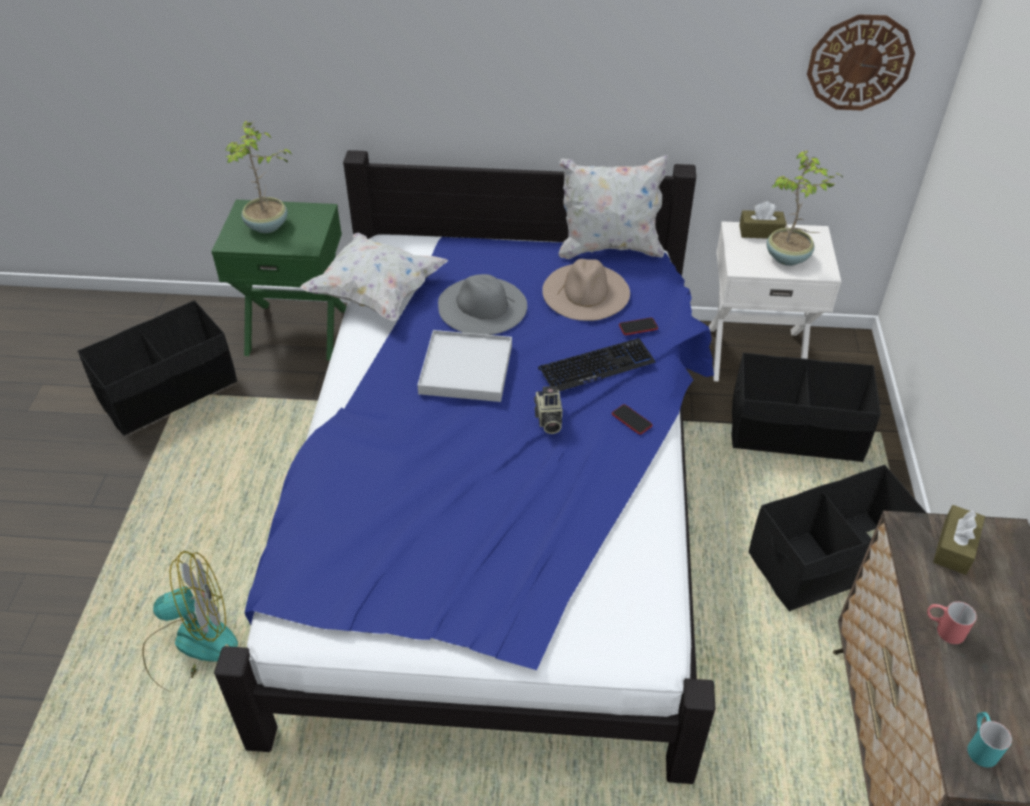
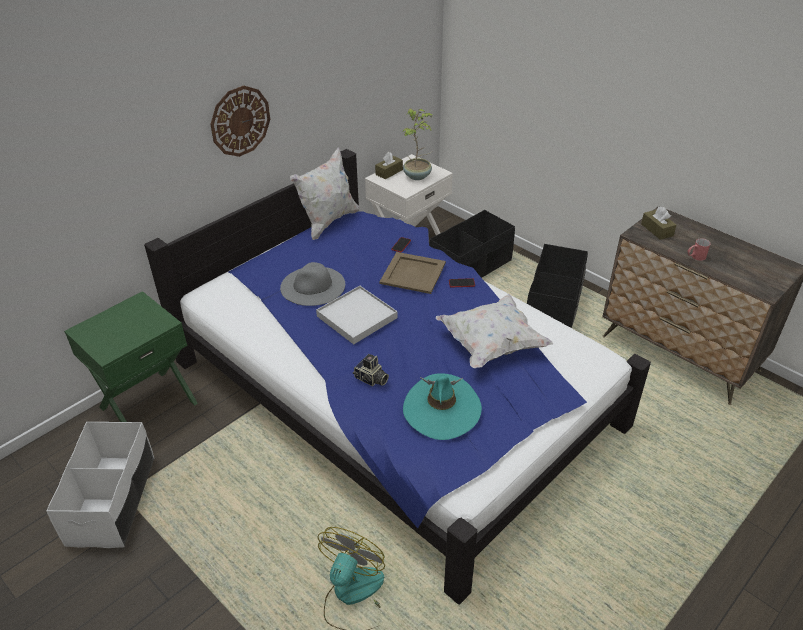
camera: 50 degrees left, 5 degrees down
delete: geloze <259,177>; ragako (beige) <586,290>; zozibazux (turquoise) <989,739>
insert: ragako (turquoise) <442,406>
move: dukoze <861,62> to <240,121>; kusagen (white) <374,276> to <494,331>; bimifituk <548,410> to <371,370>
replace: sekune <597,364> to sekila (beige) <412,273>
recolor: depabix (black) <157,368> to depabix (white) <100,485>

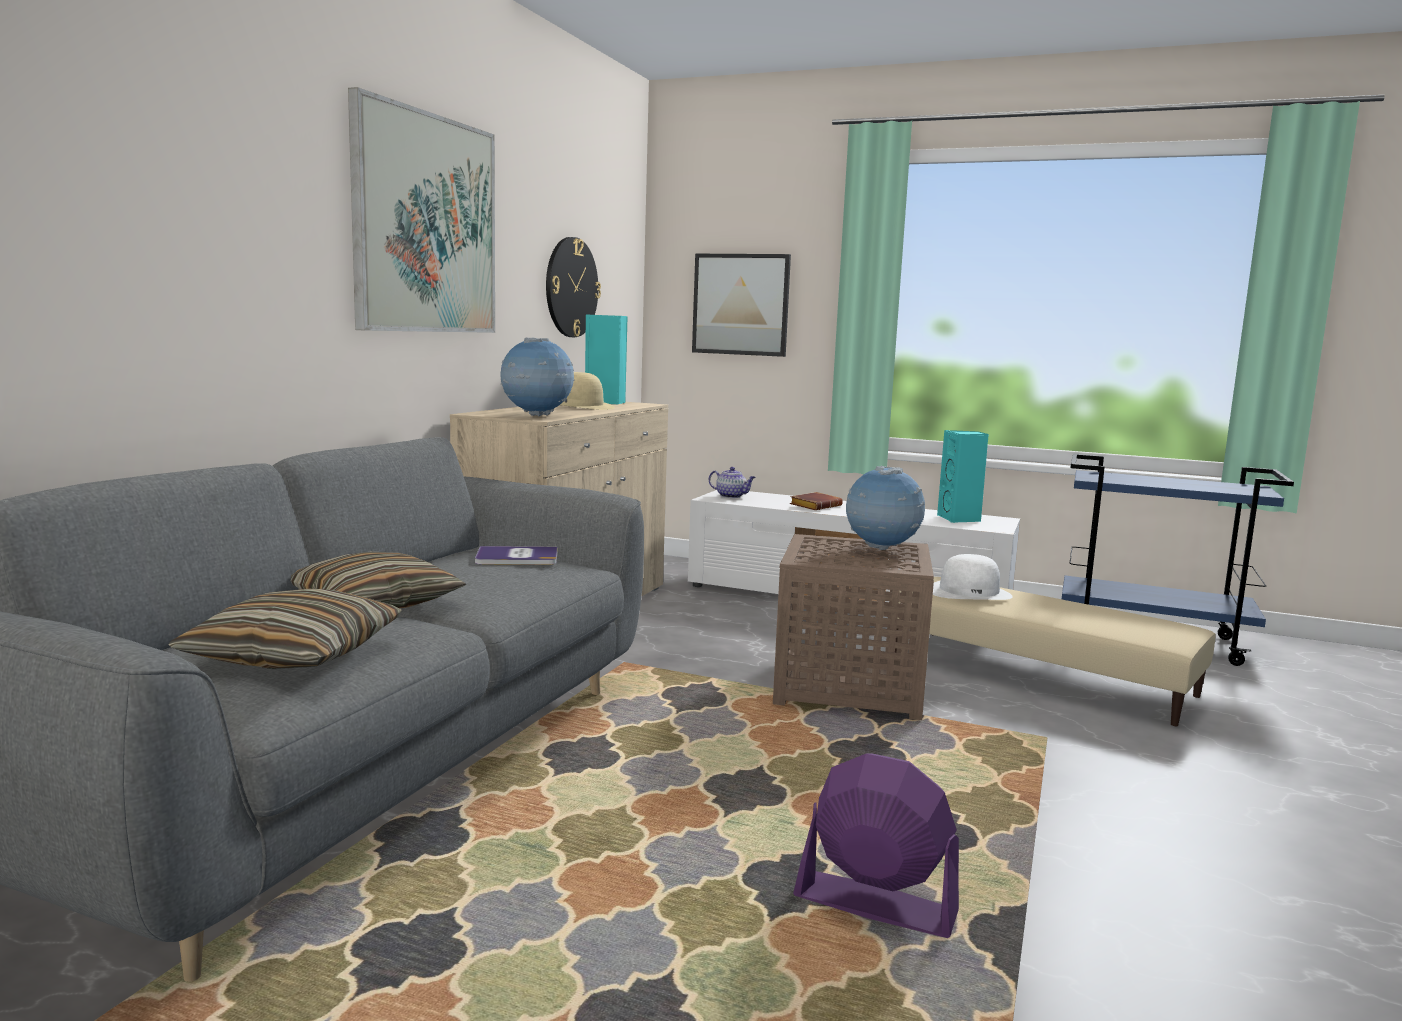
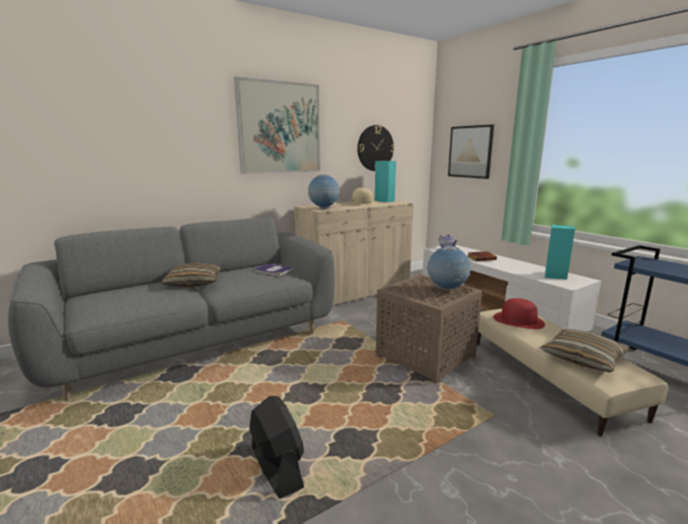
camera: 35 degrees right, 5 degrees up
move: kusagen <285,629> to <584,351>
recolor: ragako (white) <972,577> to ragako (red) <519,313>; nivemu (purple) <876,845> to nivemu (black) <276,447>

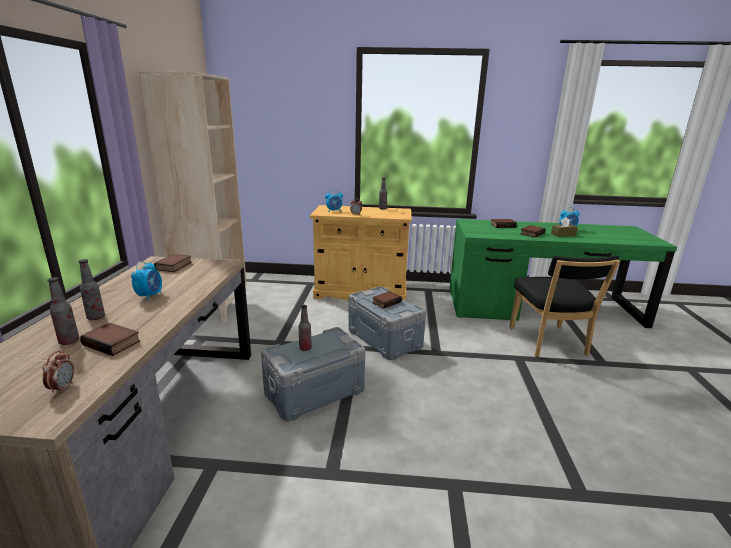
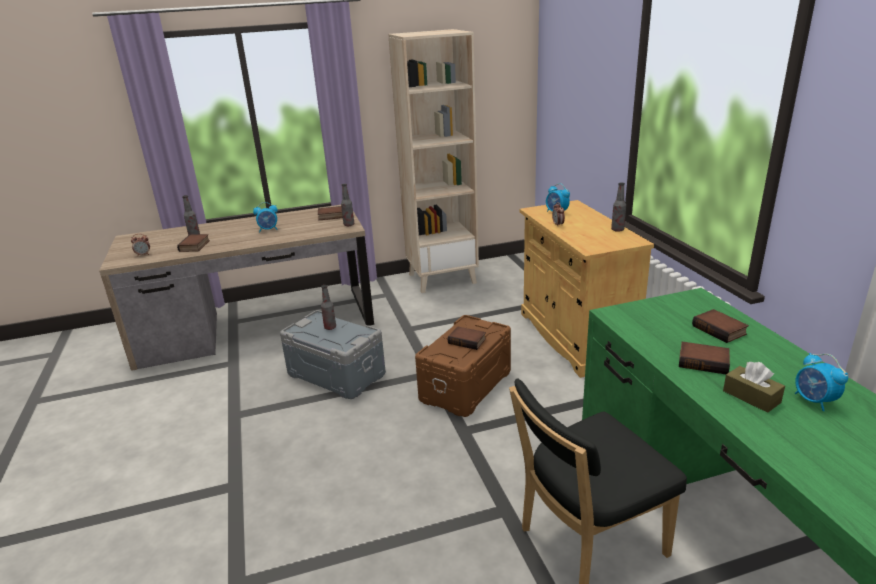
camera: 70 degrees right, 5 degrees up
move: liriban <91,289> to <347,205>
recolor: depabix (grey) <387,323> to depabix (brown) <463,366>

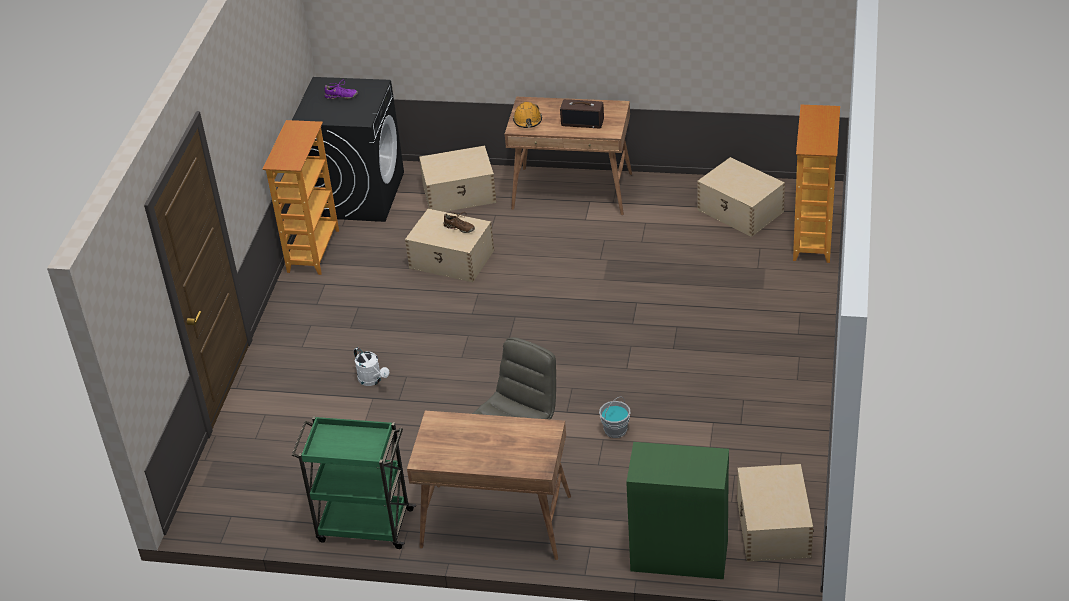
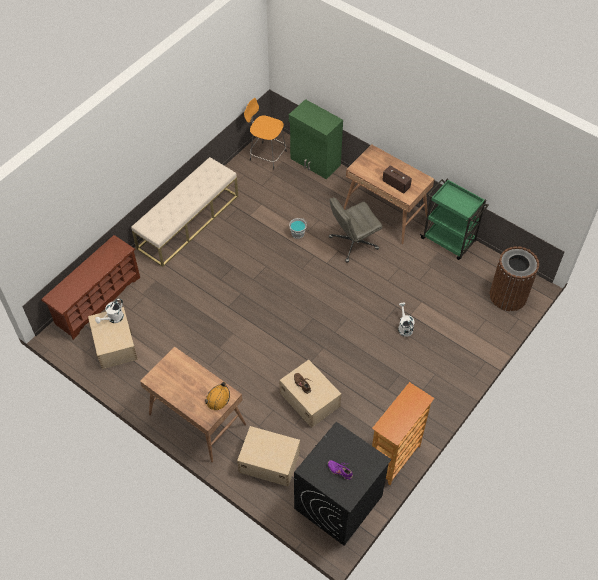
camera: 155 degrees left, 15 degrees up
insert: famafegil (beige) <184,212>; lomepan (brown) <514,278>; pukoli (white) <109,310>
move: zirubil <582,113> to <397,179>
replace: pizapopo <816,184> to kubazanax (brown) <90,287>; depabix (beige) <775,513> to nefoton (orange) <265,134>

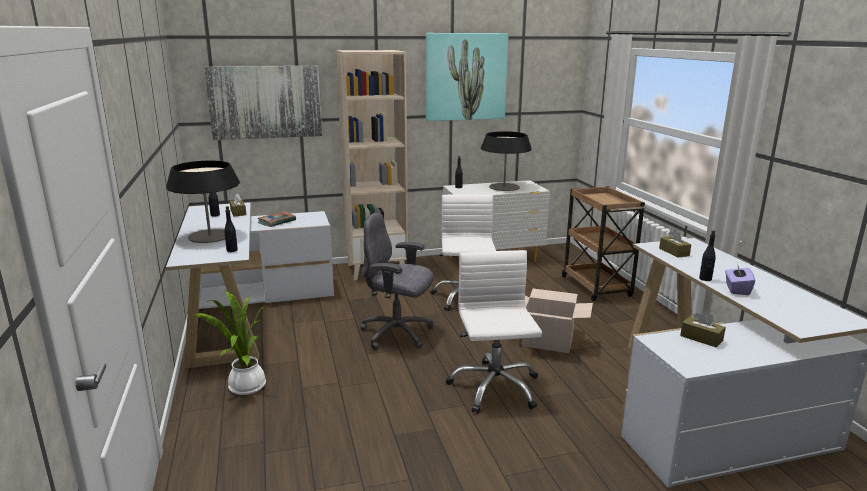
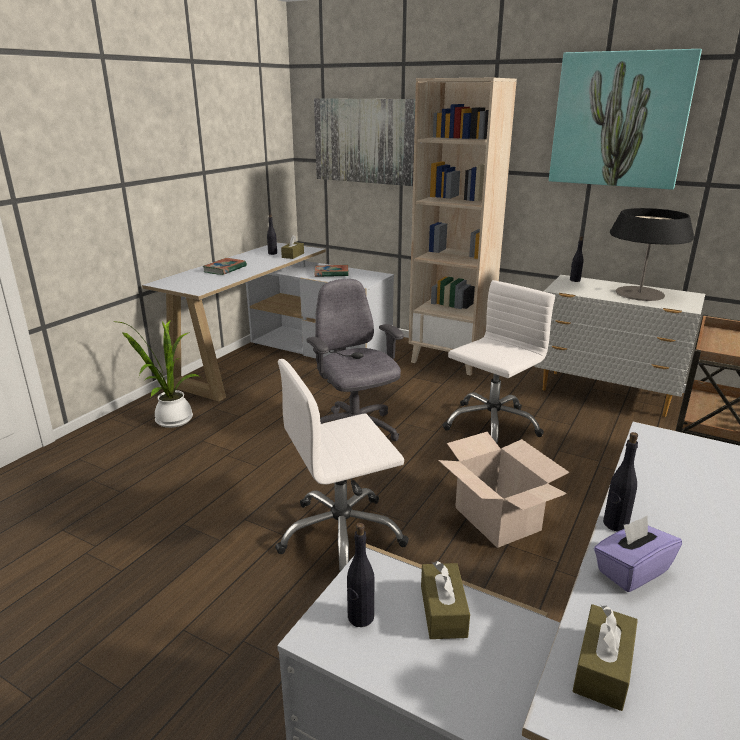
camera: 45 degrees right, 5 degrees up
move: liriban (black) <231,229> to <360,575>; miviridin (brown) <675,243> to <605,657>
replace: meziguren <203,201> to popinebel <224,266>
rotate: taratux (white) <494,331> = <342,465> 150 degrees counterclockwise

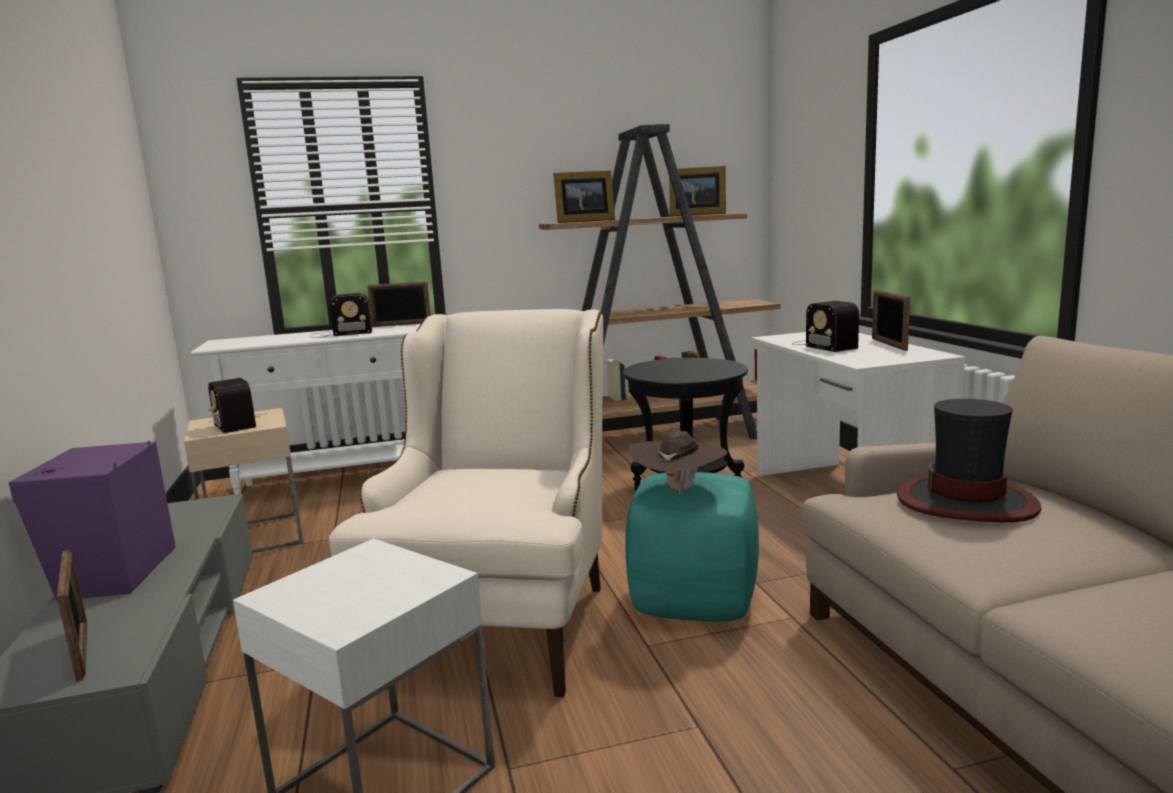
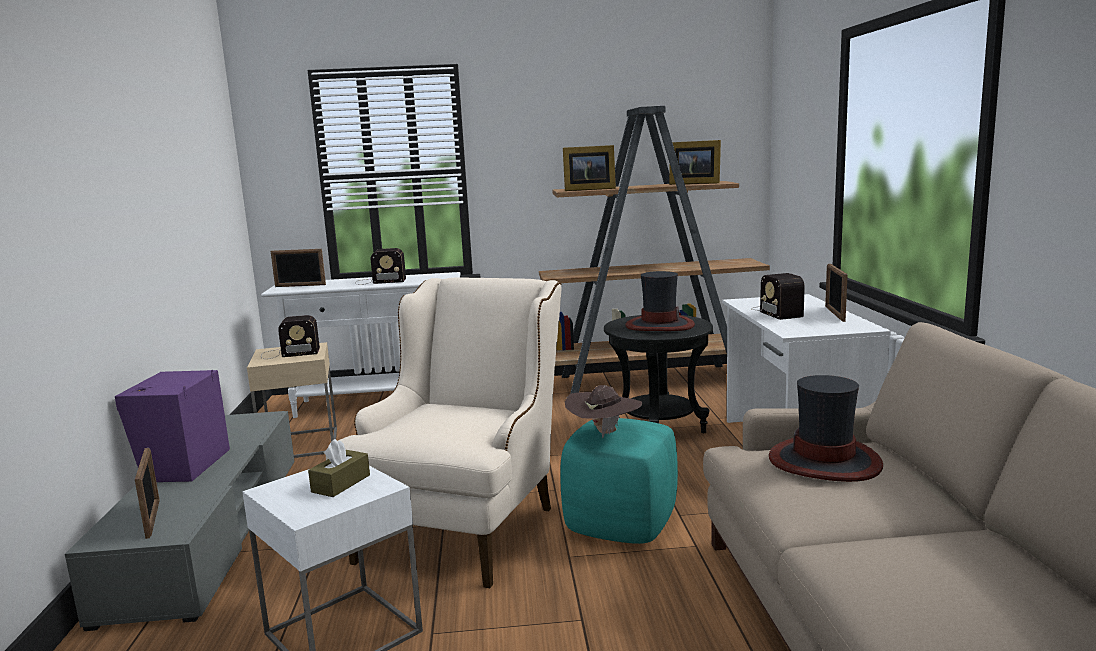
camera: 10 degrees right, 0 degrees up
insert: ragako <660,301>; miviridin (brown) <339,468>
move: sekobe <399,304> to <298,268>
rotate: zirubil <238,405> = <290,337> 75 degrees counterclockwise

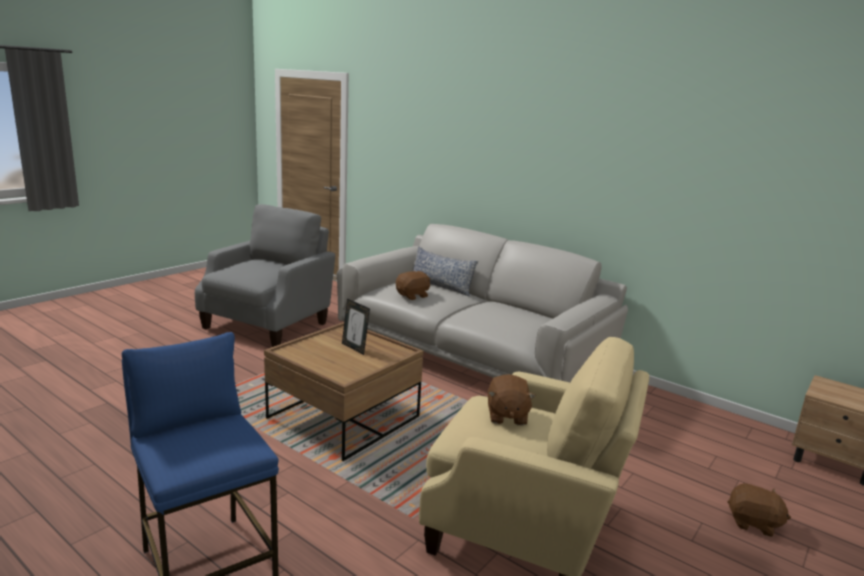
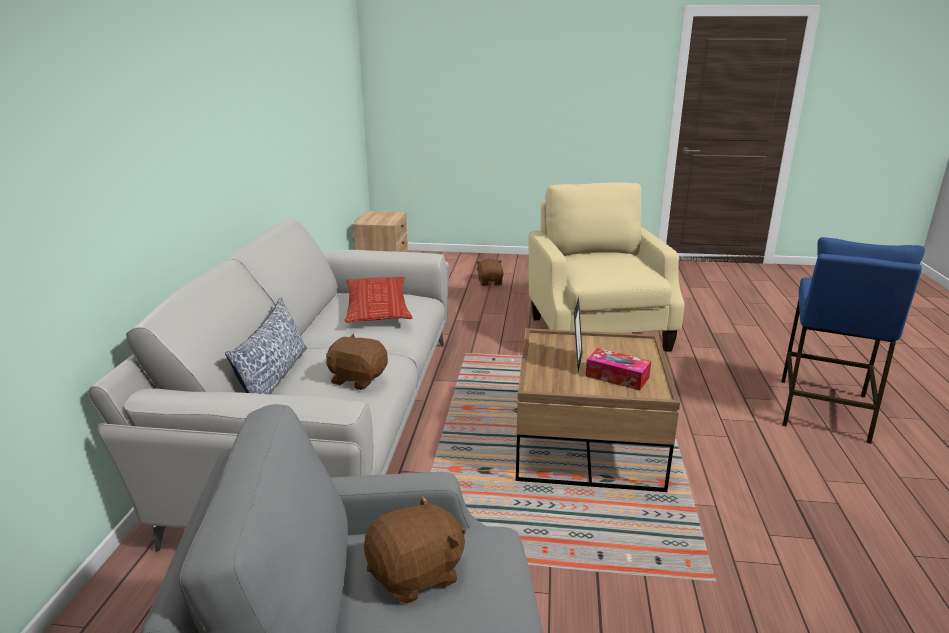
camera: 120 degrees left, 5 degrees up
insert: kusagen <378,300>; miviridin <618,369>
move: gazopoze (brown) <512,399> to <415,549>

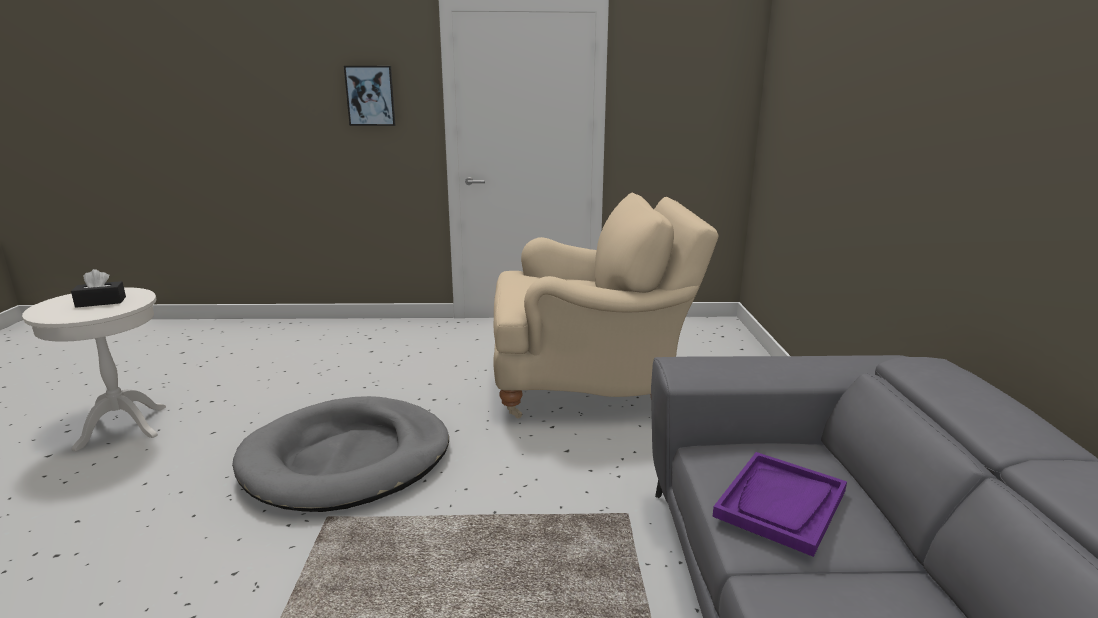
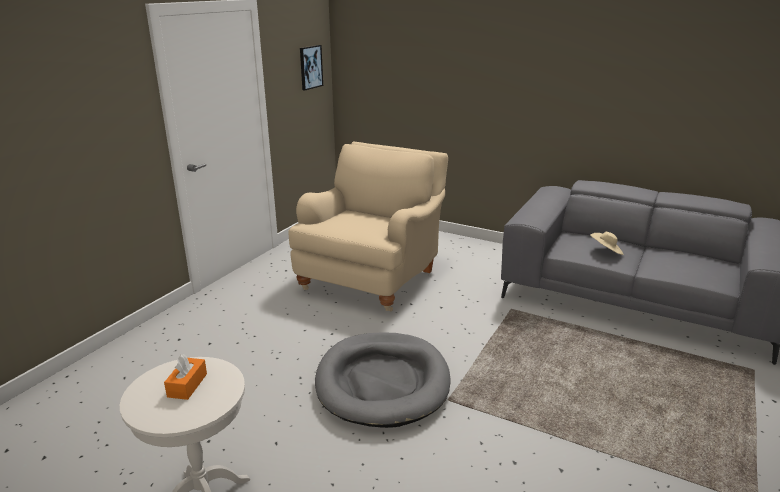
camera: 60 degrees left, 5 degrees up
move: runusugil <369,96> to <311,67>
replace: sekila (purple) <779,504> to ragako (beige) <606,243>
recolor: miviridin (black) <98,288> to miviridin (orange) <185,377>

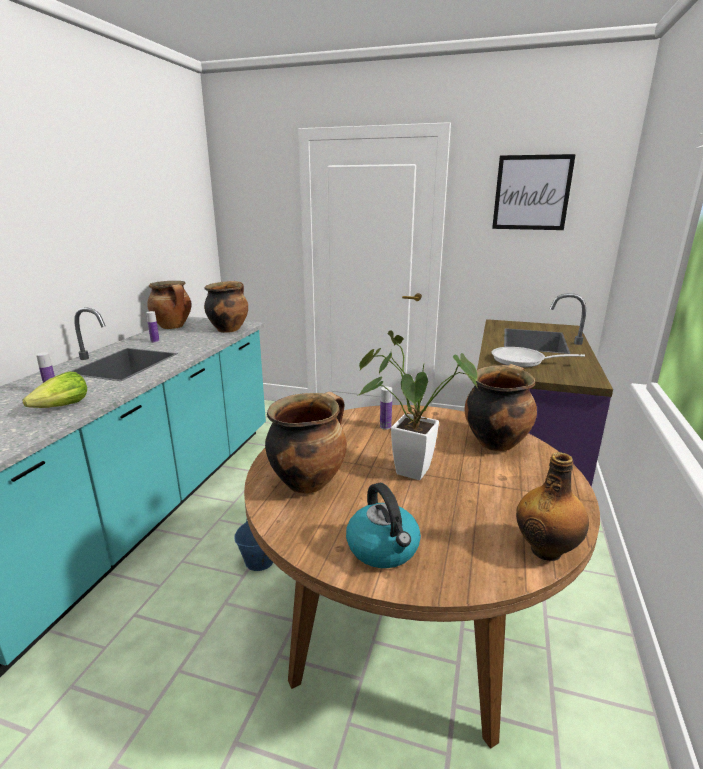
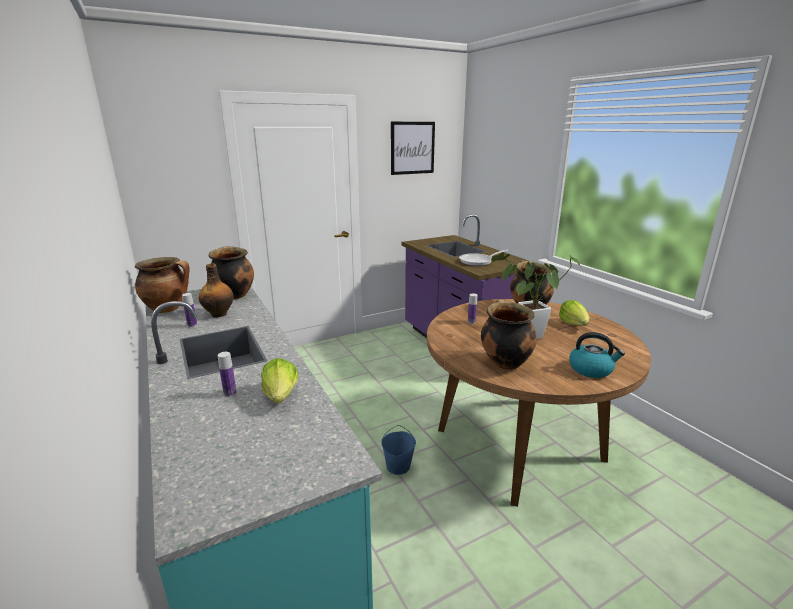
camera: 45 degrees left, 0 degrees up
insert: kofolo <574,313>
move: liriban <552,506> to <216,290>

